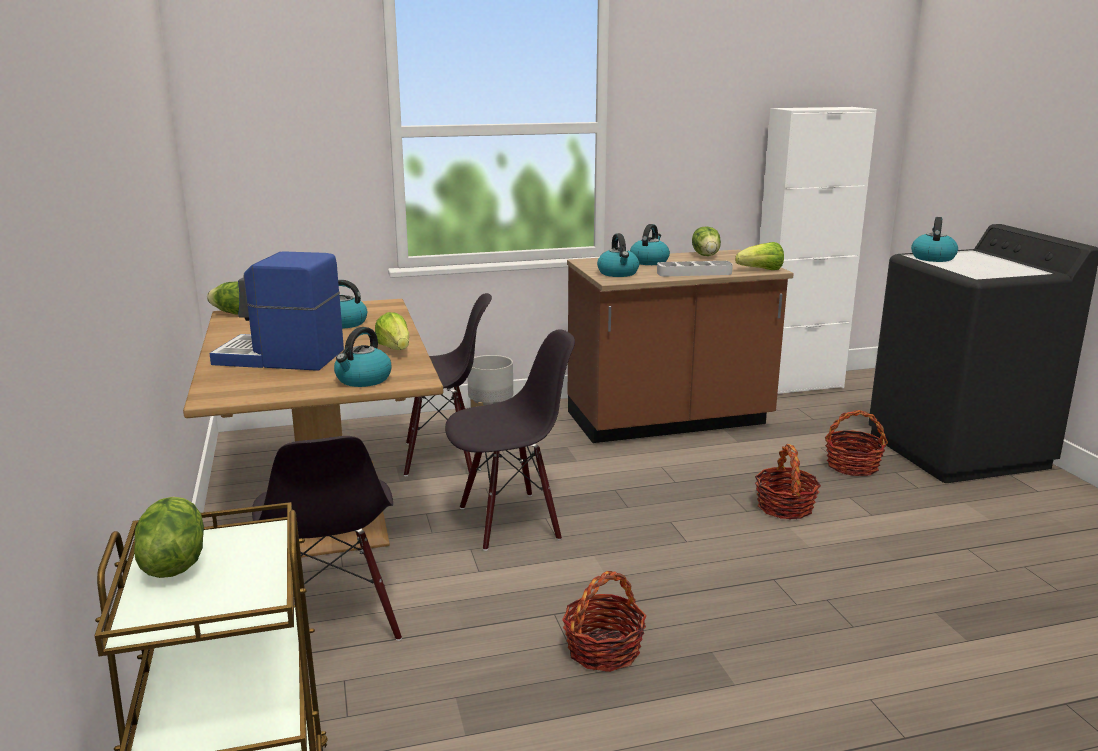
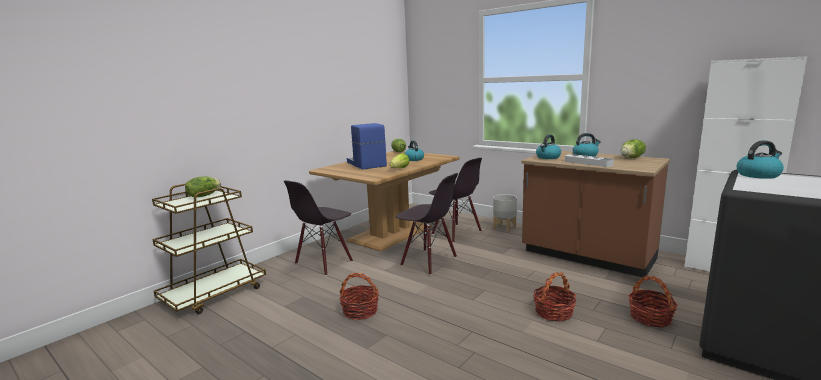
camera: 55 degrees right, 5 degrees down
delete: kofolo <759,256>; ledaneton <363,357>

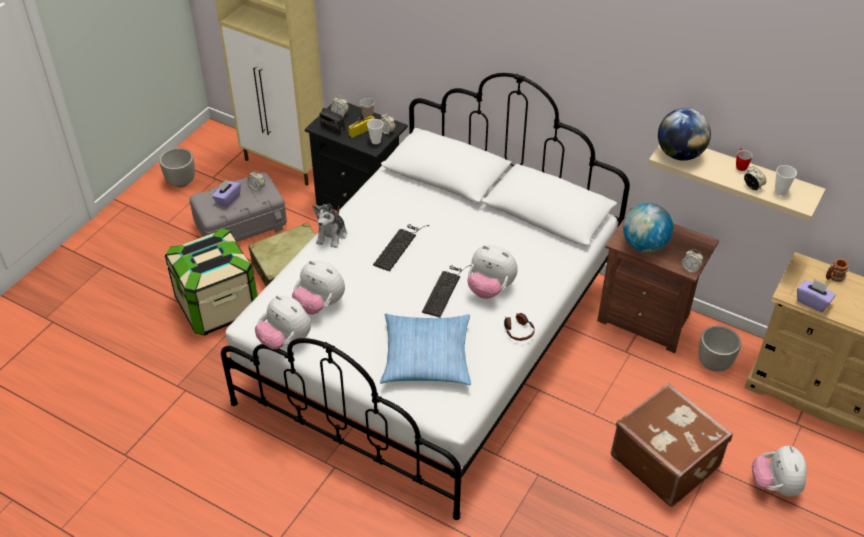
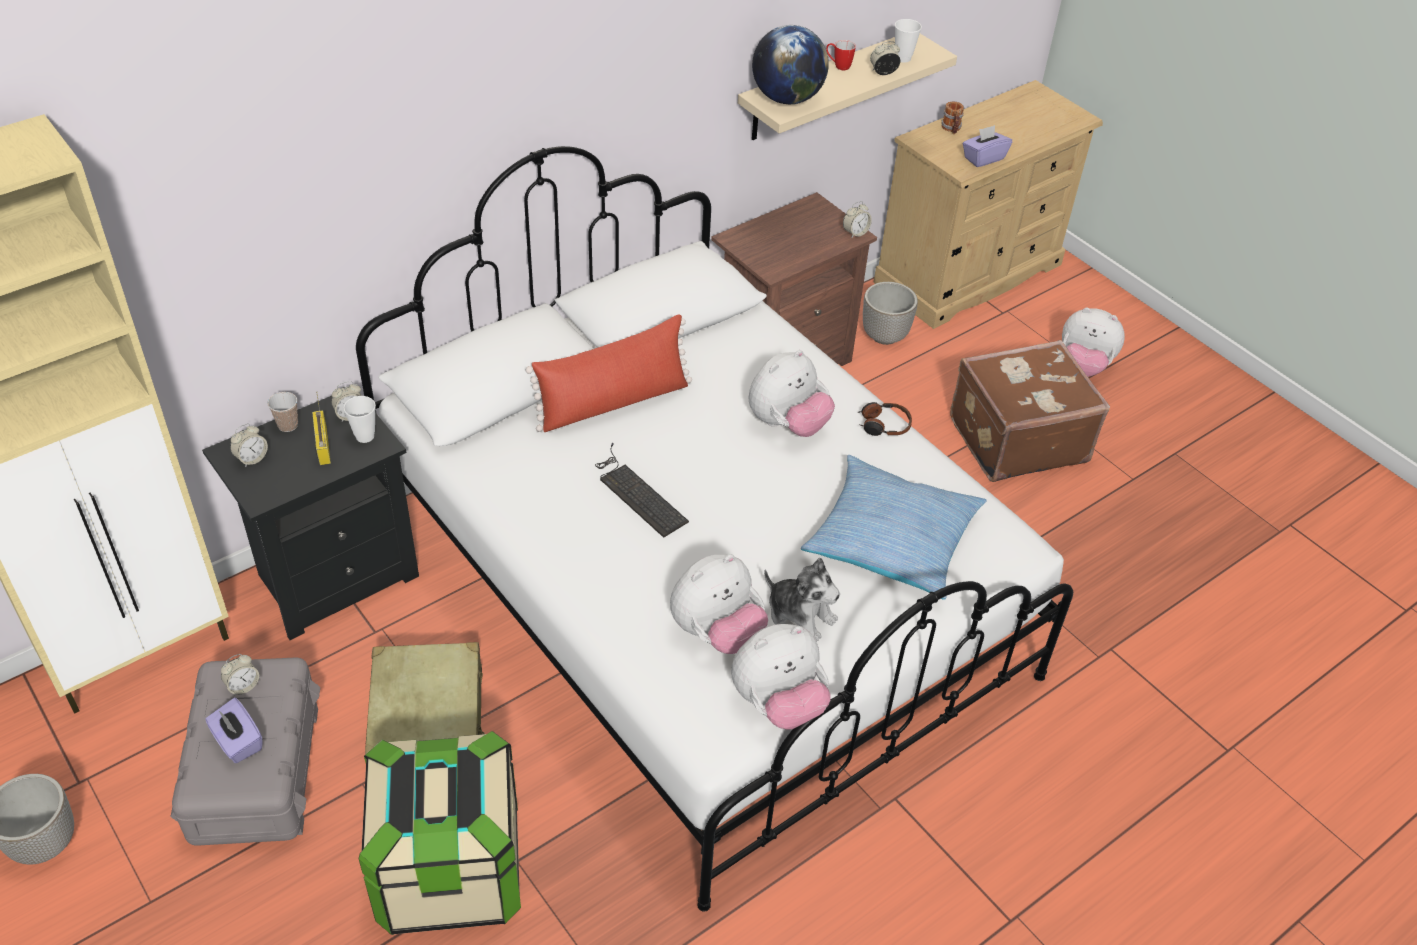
camera: 70 degrees left, 0 degrees up
delete: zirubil <332,121>; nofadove <648,228>; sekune <446,291>
insert: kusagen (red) <609,373>
move: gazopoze <330,225> to <802,600>

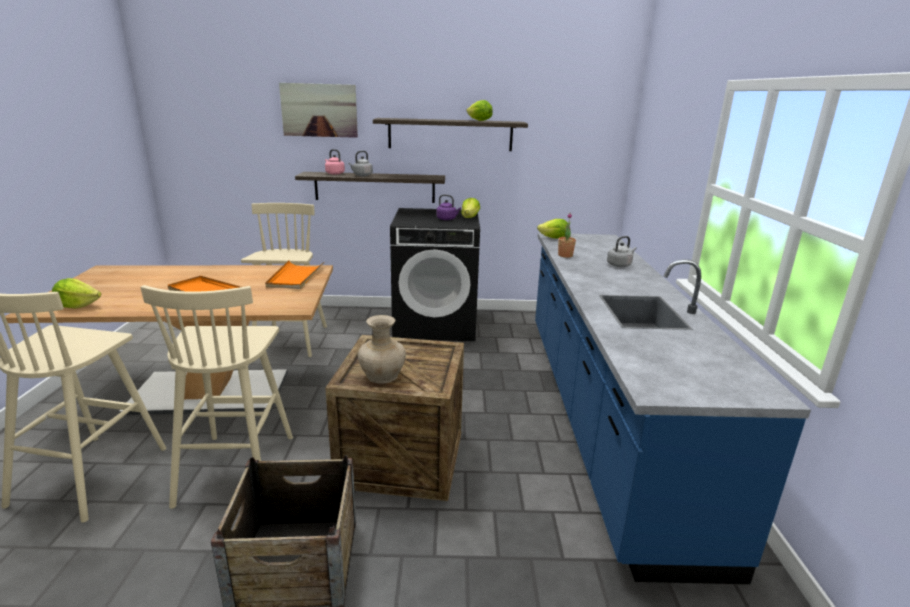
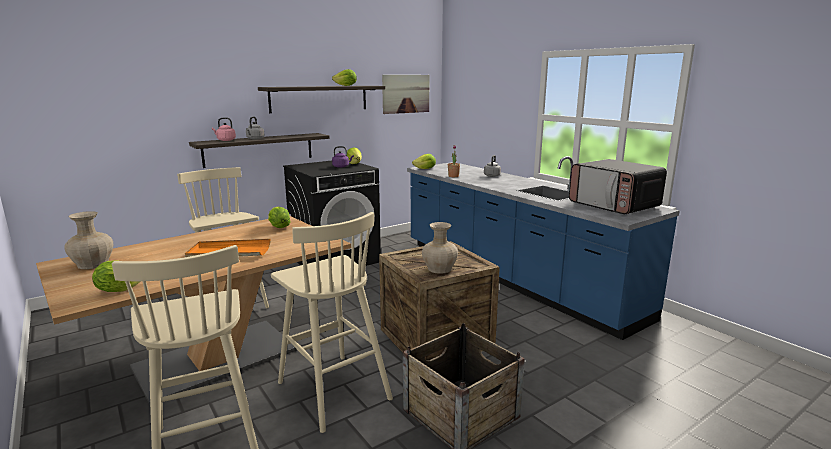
camera: 35 degrees left, 5 degrees down
insert: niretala <618,186>; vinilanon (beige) <88,240>
move: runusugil <318,110> to <406,94>
replace: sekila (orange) <294,274> to kofolo <279,217>

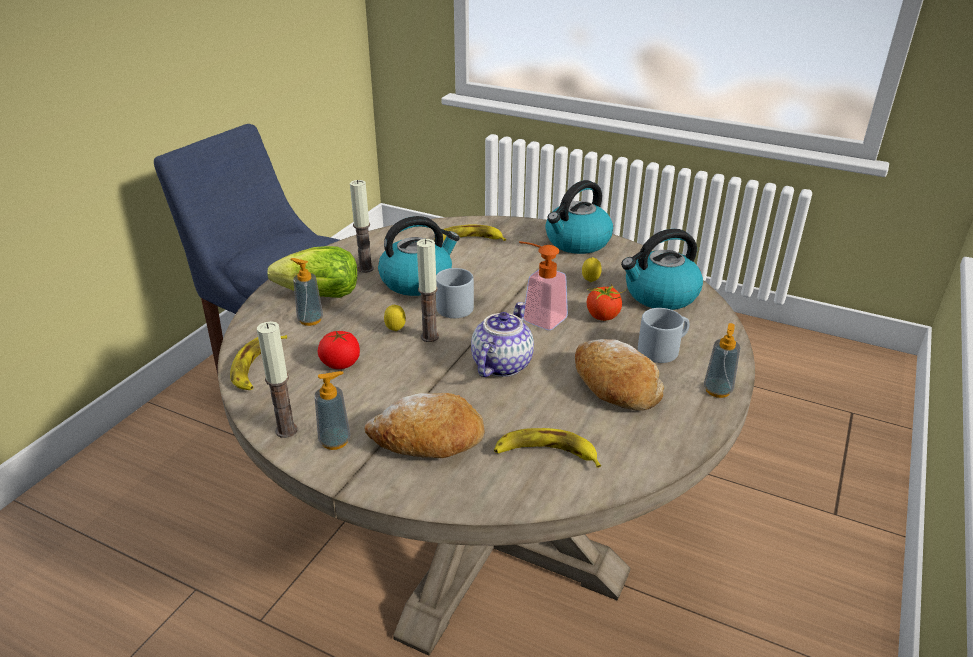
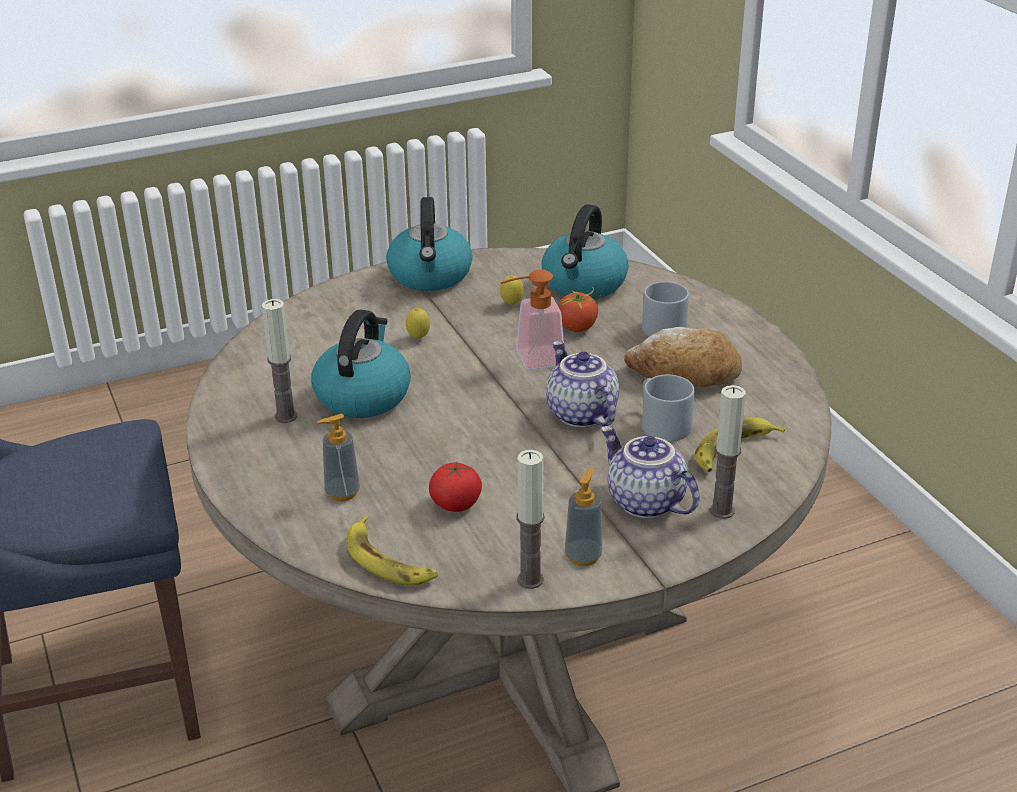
camera: 50 degrees left, 0 degrees up
delete: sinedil <470,233>; kofolo <312,272>; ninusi <722,360>
move: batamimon <428,290> to <728,452>; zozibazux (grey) <455,293> to <668,408>; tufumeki <395,318> to <418,323>
replace: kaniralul <425,425> to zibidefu <650,472>

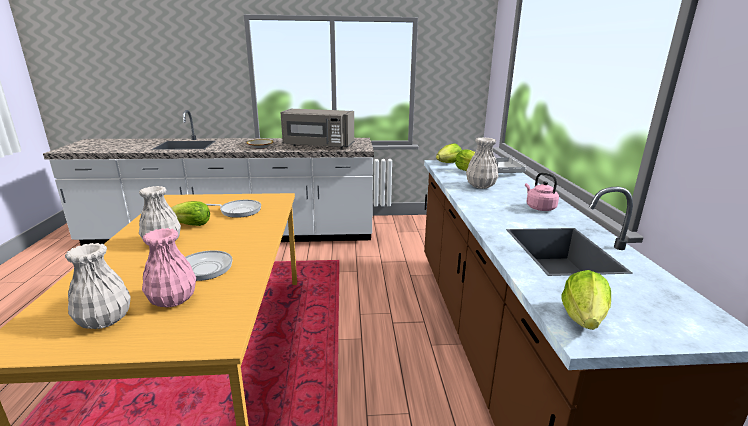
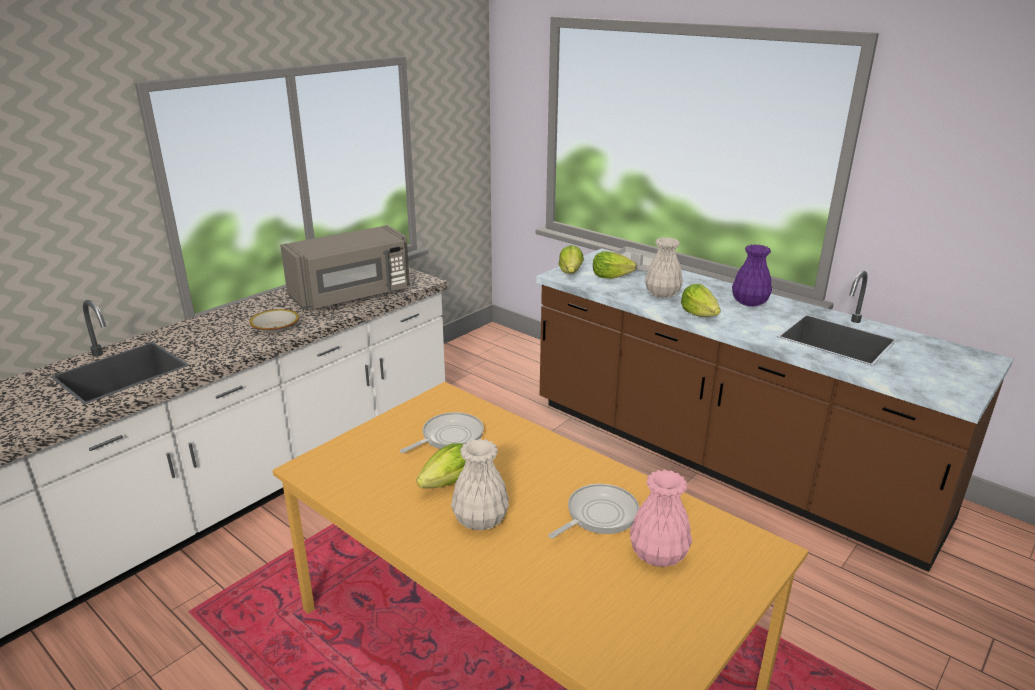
camera: 45 degrees left, 5 degrees up
delete: vinilanon (white) <98,286>
move: kofolo <586,300> to <701,300>
replace: ledaneton (pink) <542,191> to vinilanon (purple) <752,275>

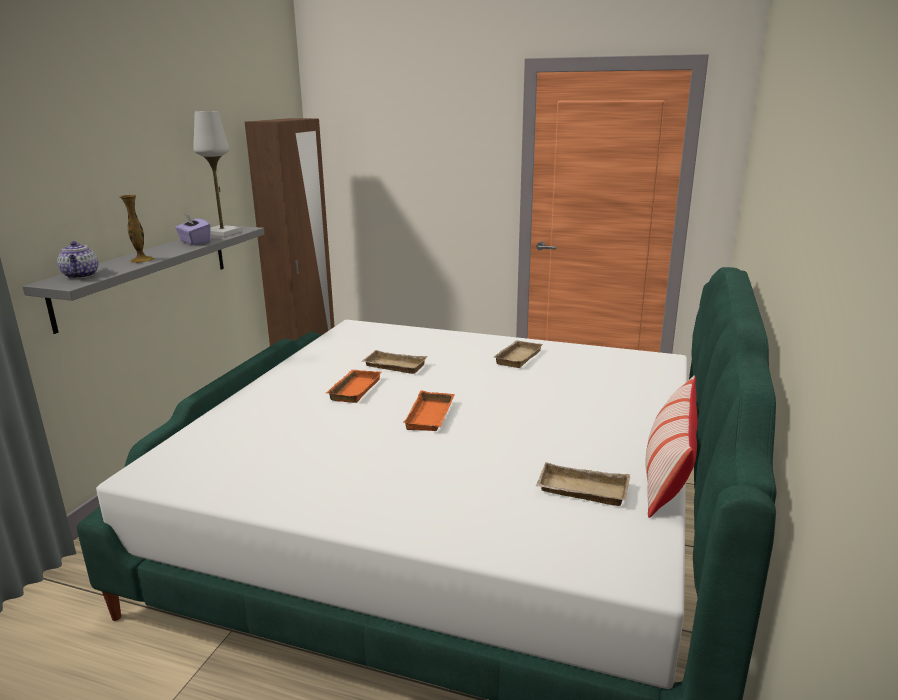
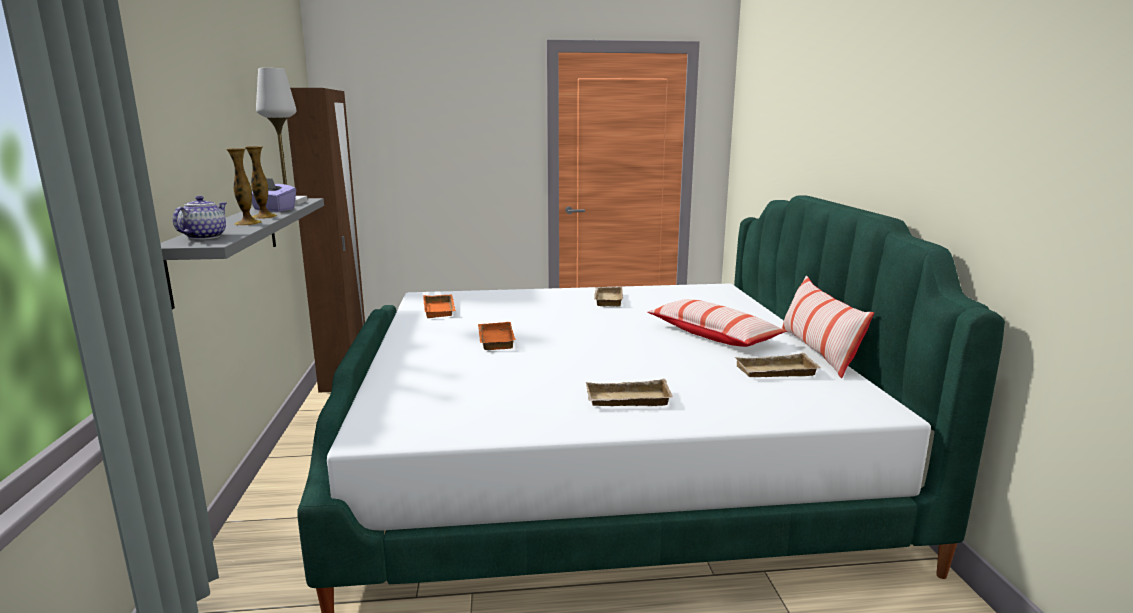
camera: 25 degrees left, 5 degrees down
insert: vinilanon <261,182>; kusagen <716,323>
move: sekila (beige) <394,362> to <629,392>; sekila (orange) <429,410> to <439,306>
rotate: zibidefu <77,260> = <199,218> 120 degrees counterclockwise

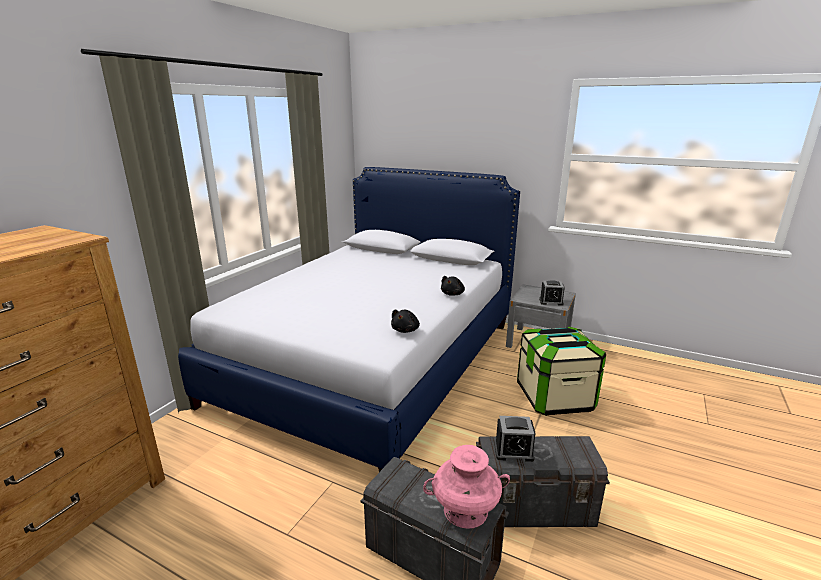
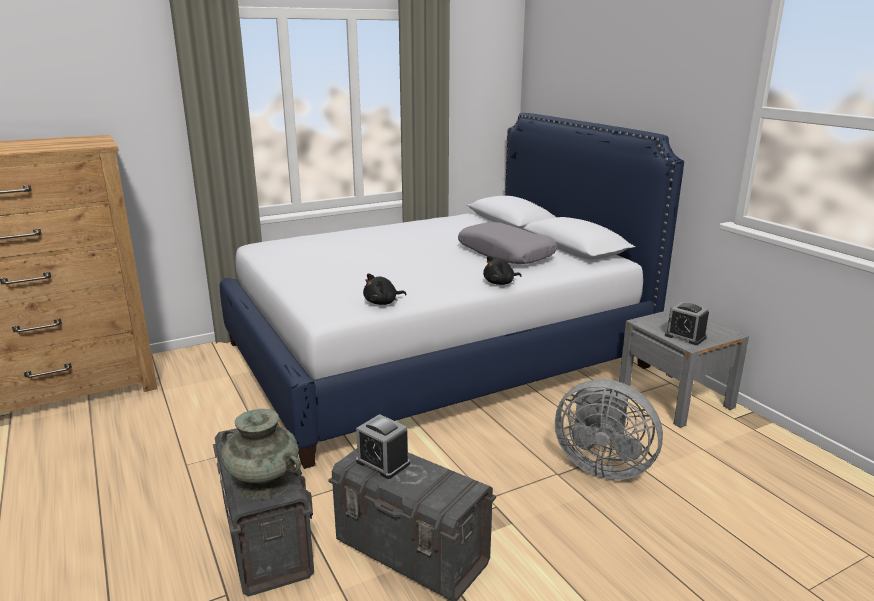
camera: 35 degrees right, 0 degrees up
insert: kusagen (grey) <507,243>
replace: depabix <561,371> to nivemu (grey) <609,429>
recolor: vinilanon (pink) <466,487> to vinilanon (turquoise) <261,454>

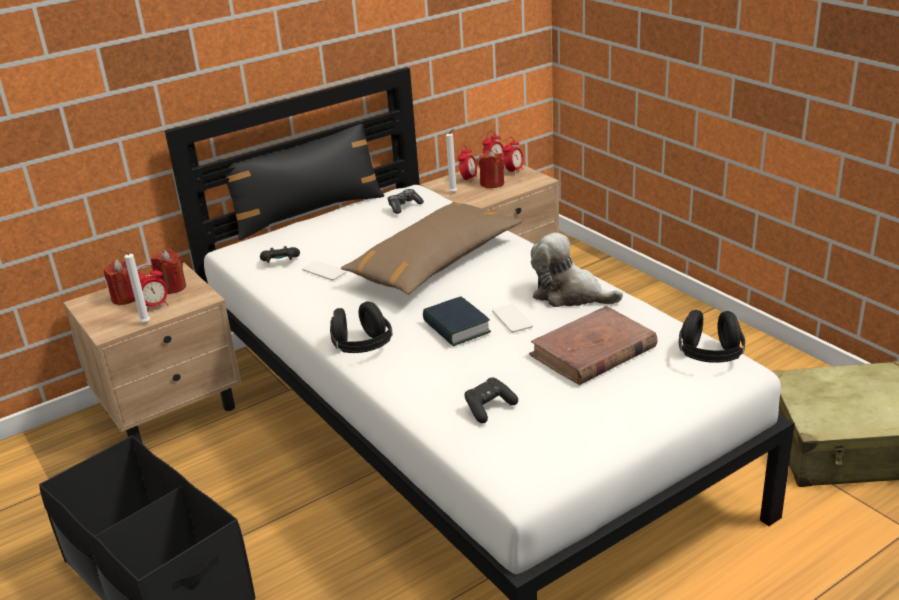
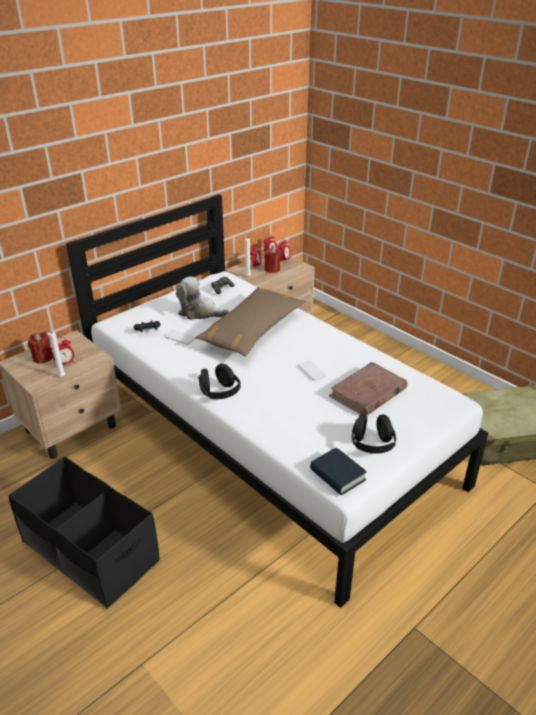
camera: 10 degrees left, 5 degrees up
delete: kusagen (black) <301,180>; batamimon (red) <168,271>; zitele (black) <491,400>
move: gazopoze <577,269> to <202,298>; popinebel <457,321> to <338,472>; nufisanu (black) <712,336> to <374,434>

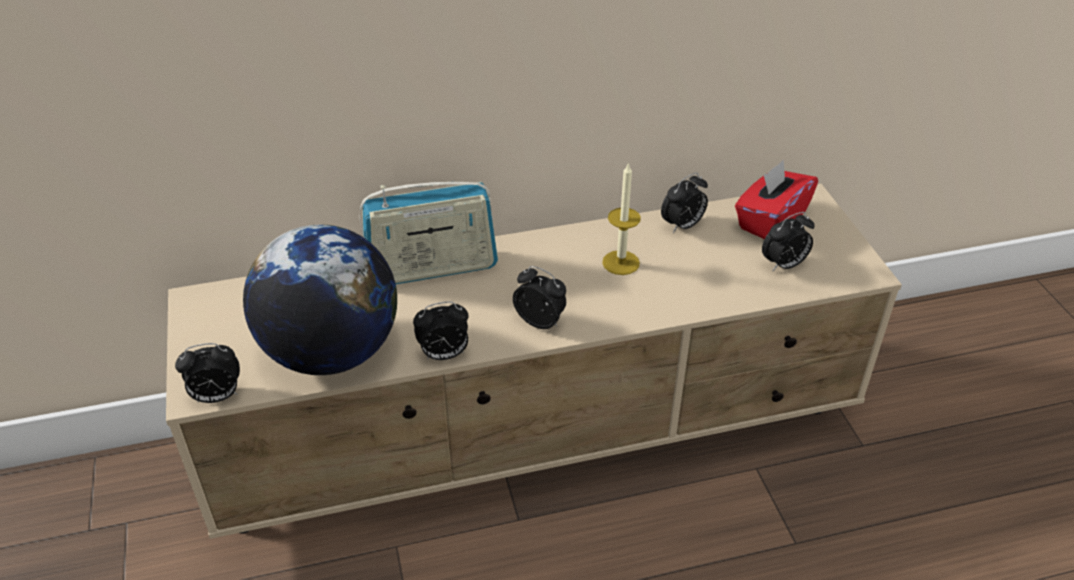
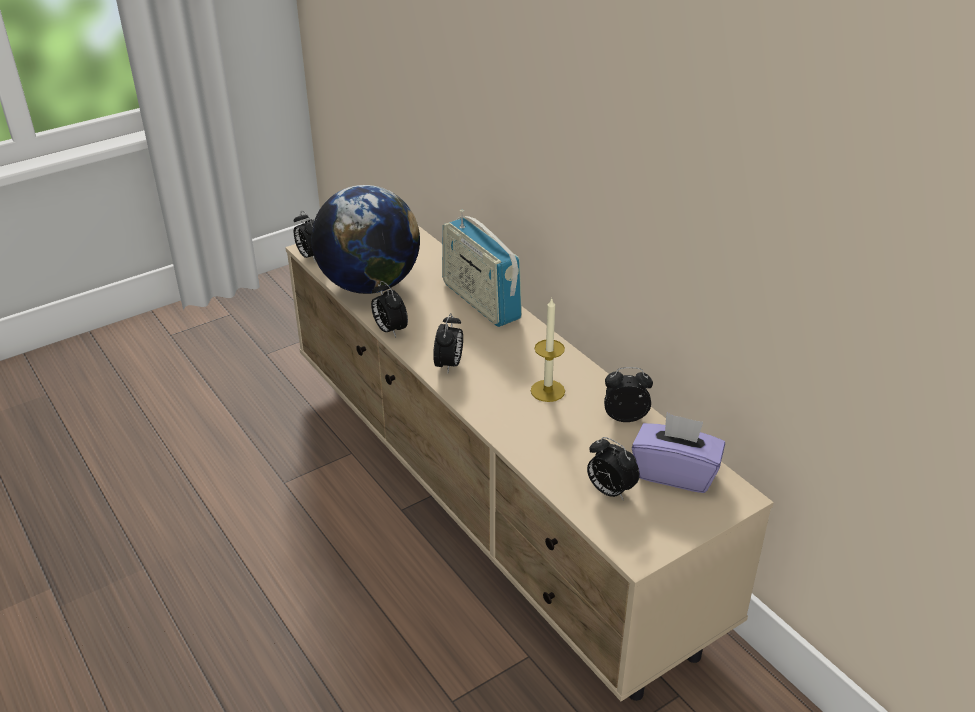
camera: 70 degrees right, 5 degrees down
recolor: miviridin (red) <776,199> to miviridin (purple) <678,452>
rotate: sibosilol <684,203> = <628,394> 150 degrees clockwise

